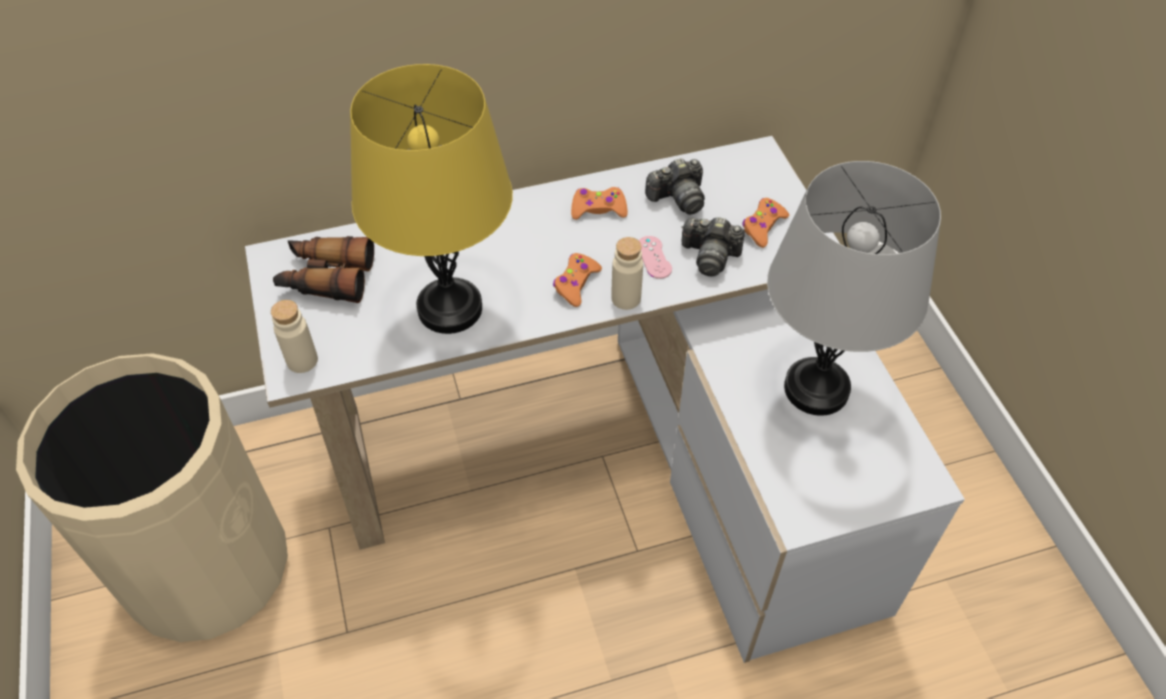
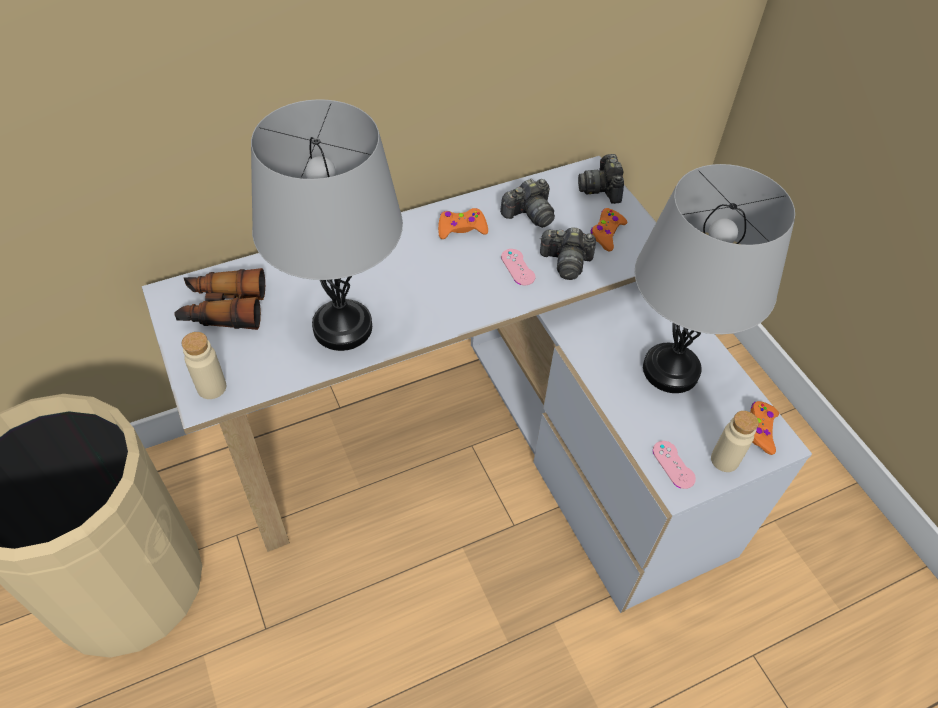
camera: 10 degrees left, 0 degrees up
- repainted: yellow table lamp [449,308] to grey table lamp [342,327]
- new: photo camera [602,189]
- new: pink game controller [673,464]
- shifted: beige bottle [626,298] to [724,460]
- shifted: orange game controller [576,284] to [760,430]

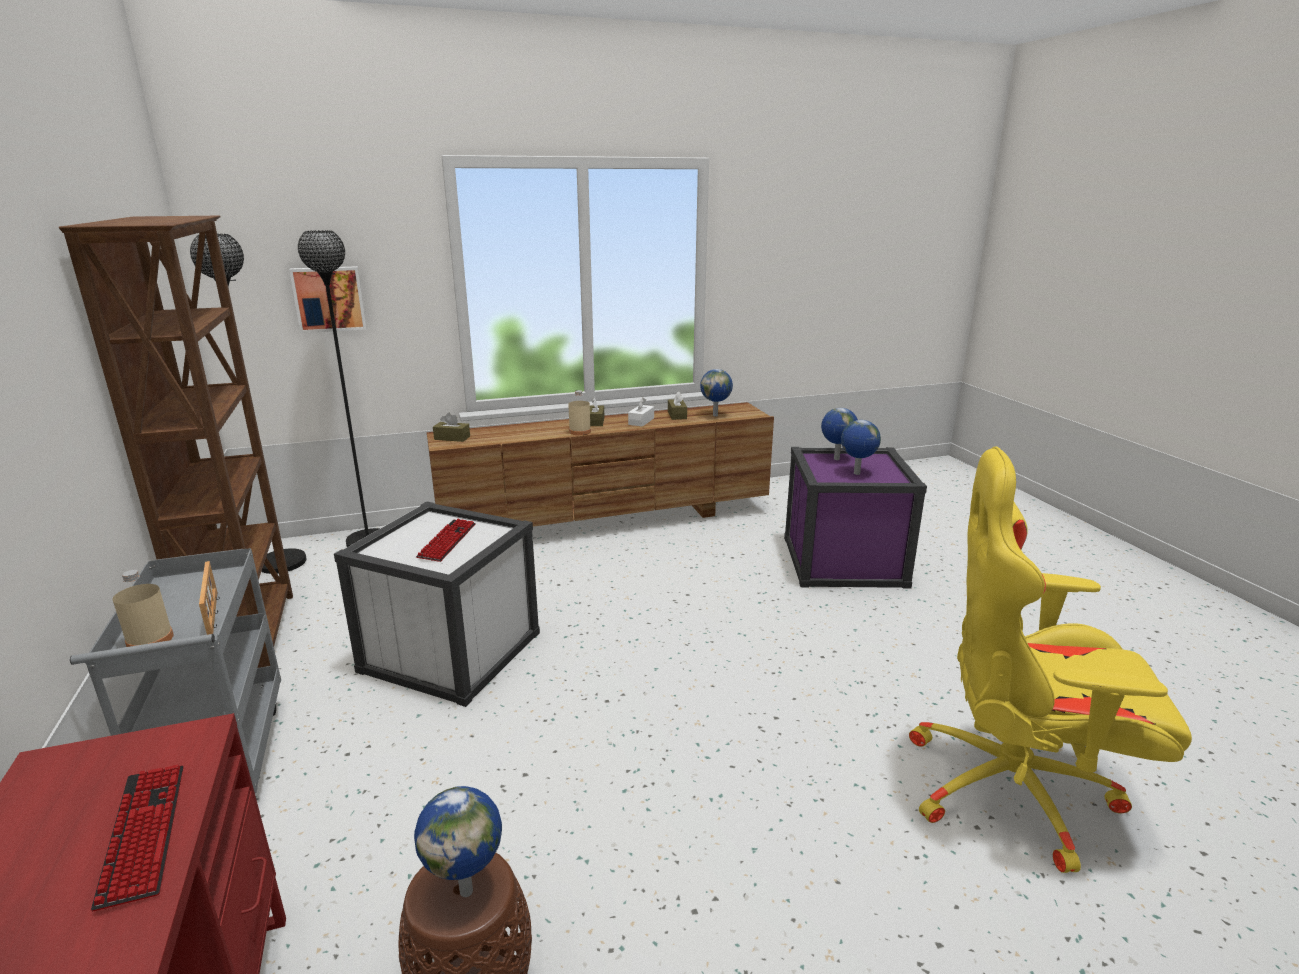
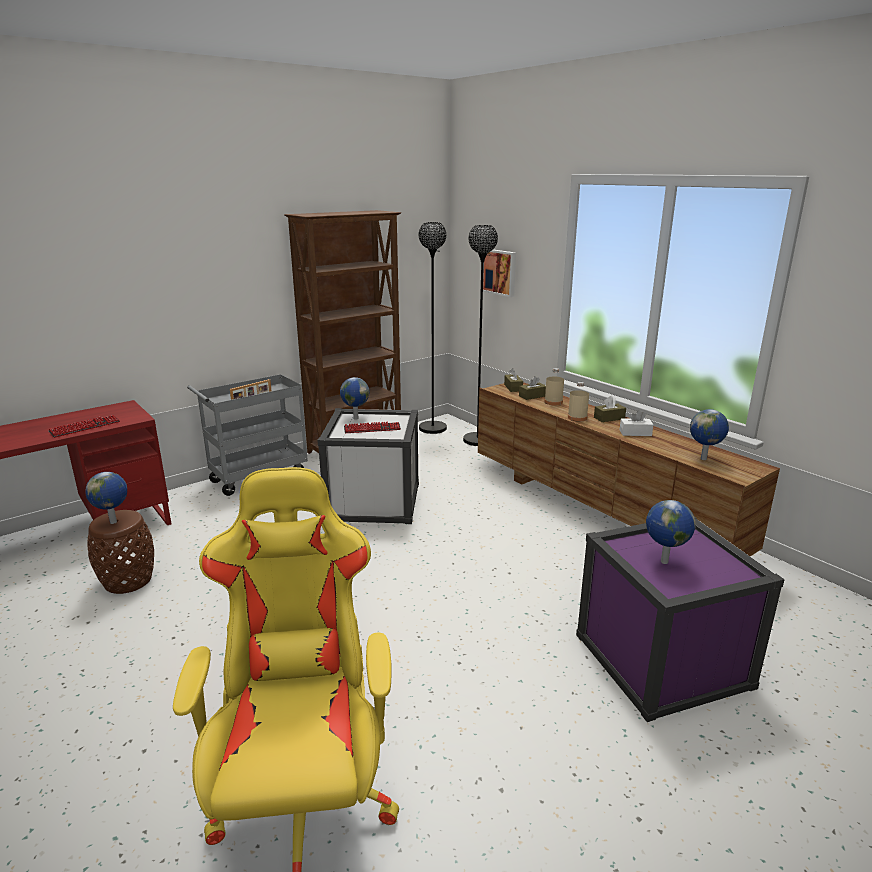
camera: 70 degrees right, 0 degrees up
- shifted: globe [836,459] to [355,418]
- shifted: brown tissue box [677,415] to [532,396]
- shifted: beige bottle [150,640] to [553,402]

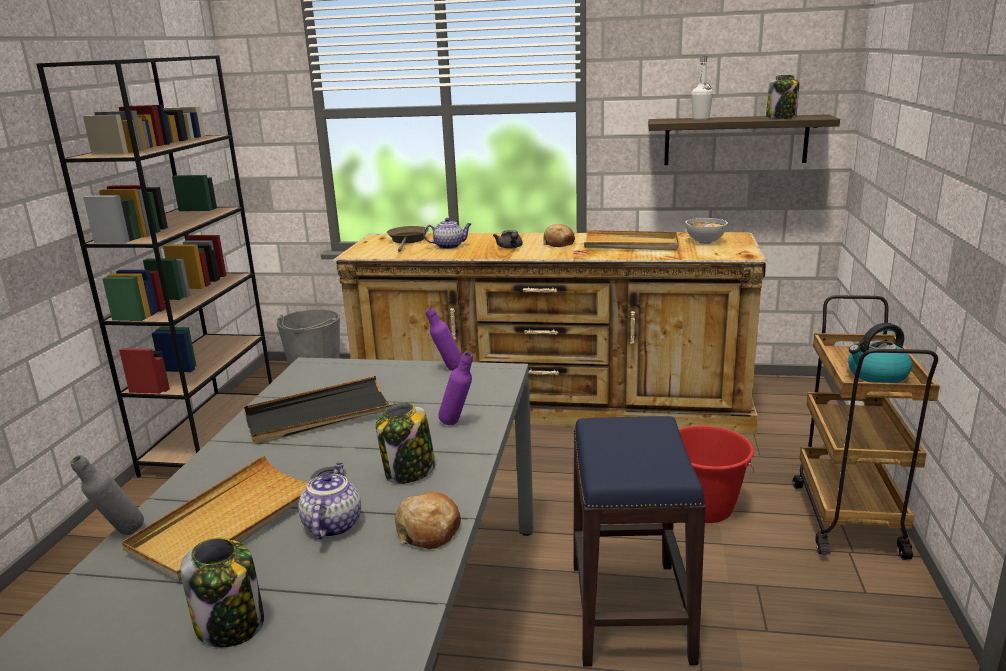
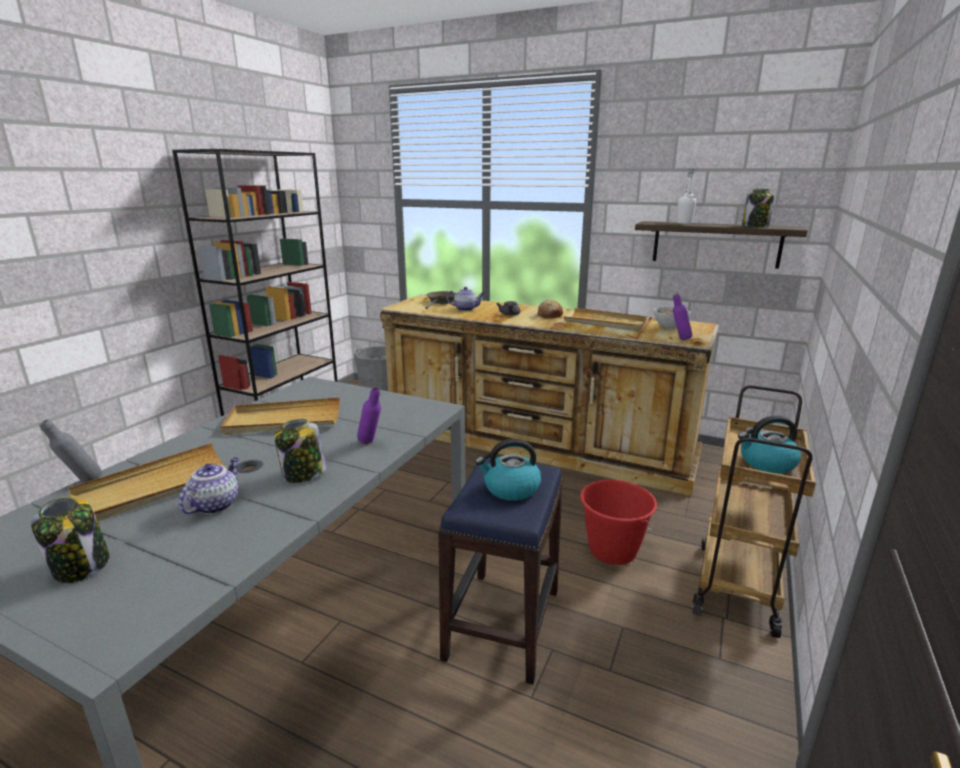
camera: 15 degrees right, 0 degrees up
- repainted: black tray [319,415] to beige tray [283,420]
- new: kettle [510,489]
- shifted: purple bottle [447,370] to [679,339]
- gone: bread [429,530]

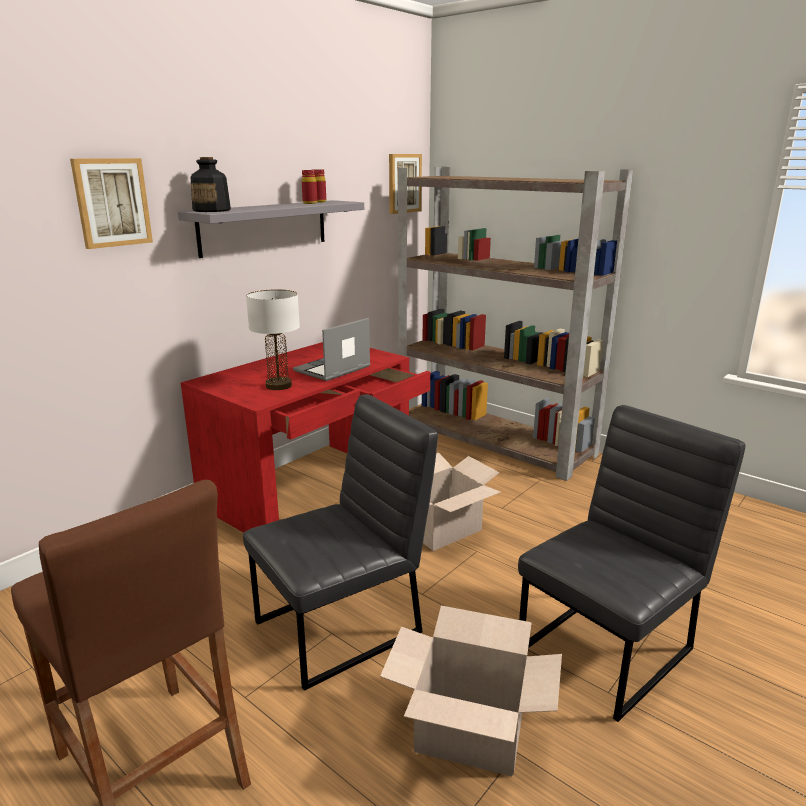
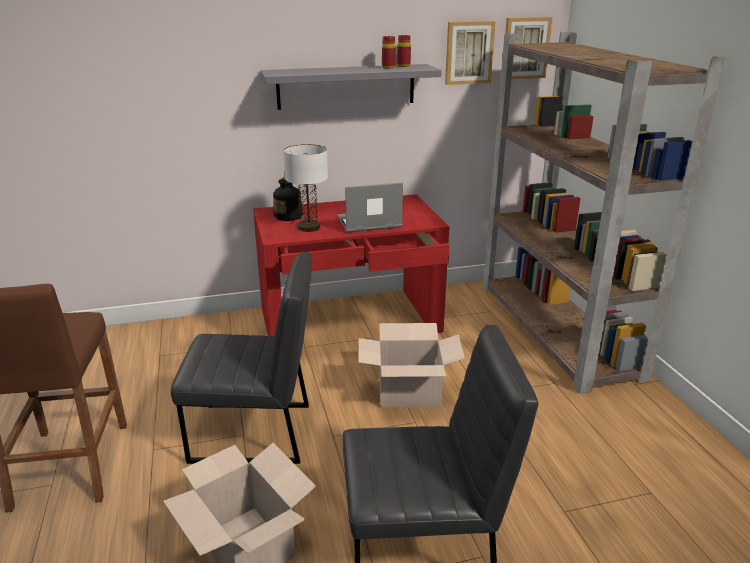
camera: 35 degrees right, 5 degrees up
- shifted: bottle [212,210] to [288,216]
- shifted: picture [112,202] to [469,53]

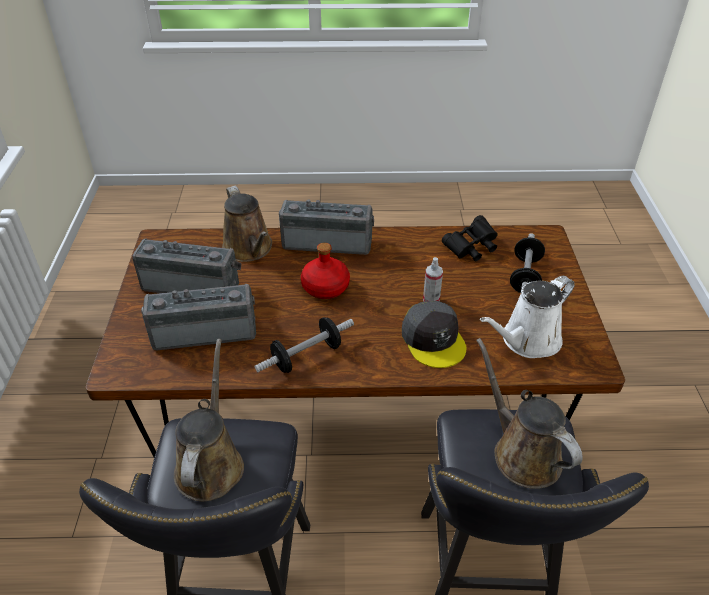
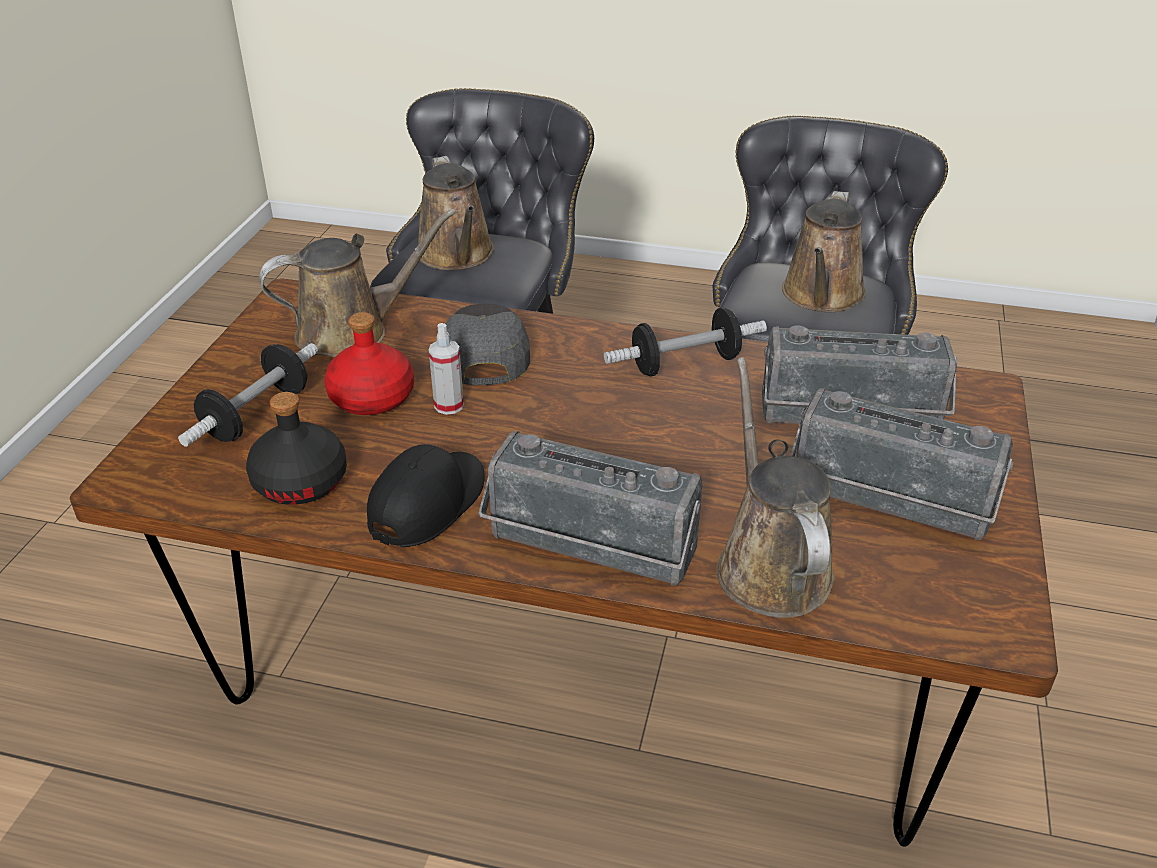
camera: 165 degrees left, 5 degrees down
- swapped: black binoculars [471,248] to black bottle [301,482]
- repainted: white watering can [527,341] to brown watering can [351,332]
- shifted: red bottle [325,287] to [373,398]
- new: black cap [427,503]

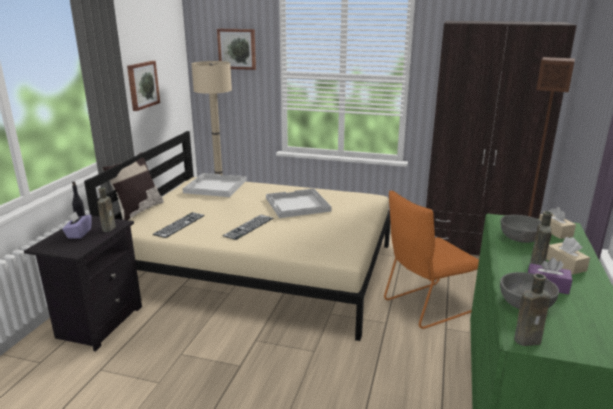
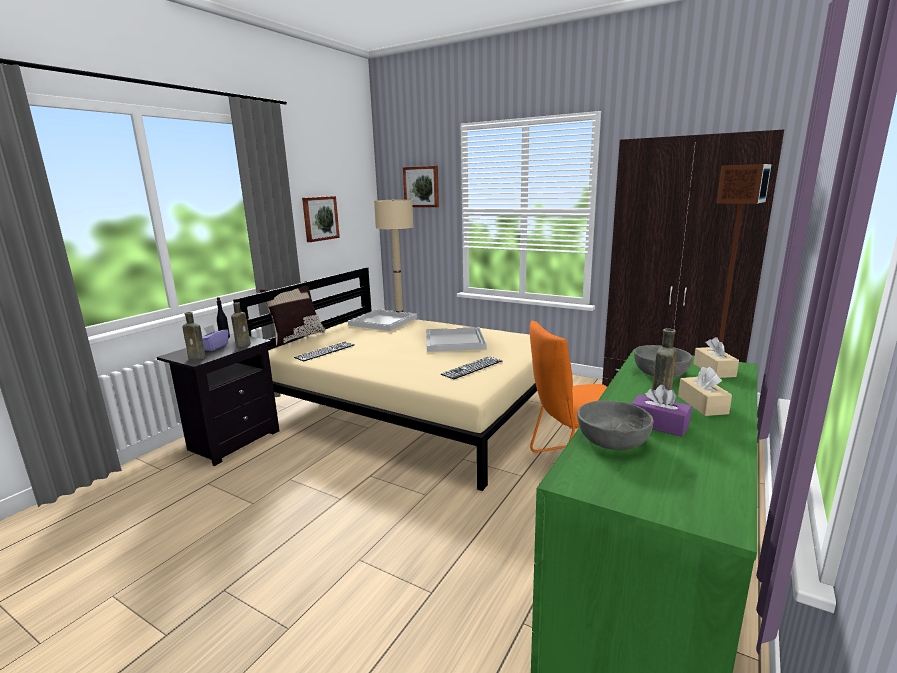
camera: 15 degrees right, 5 degrees down
- shifted: brown bottle [529,340] to [198,357]
- shifted: keyboard [249,227] to [472,367]

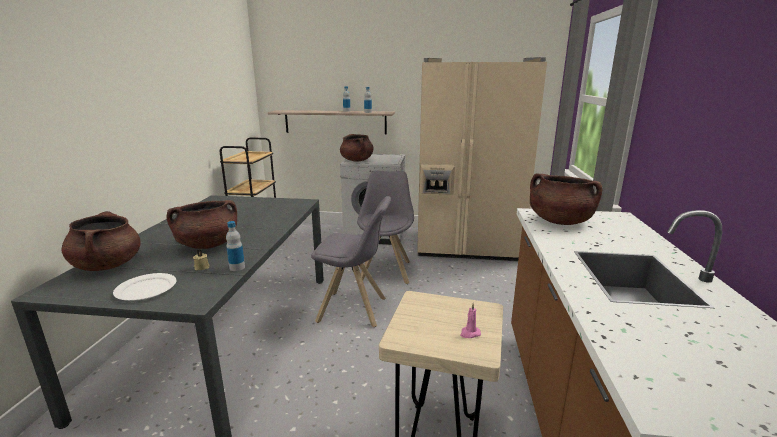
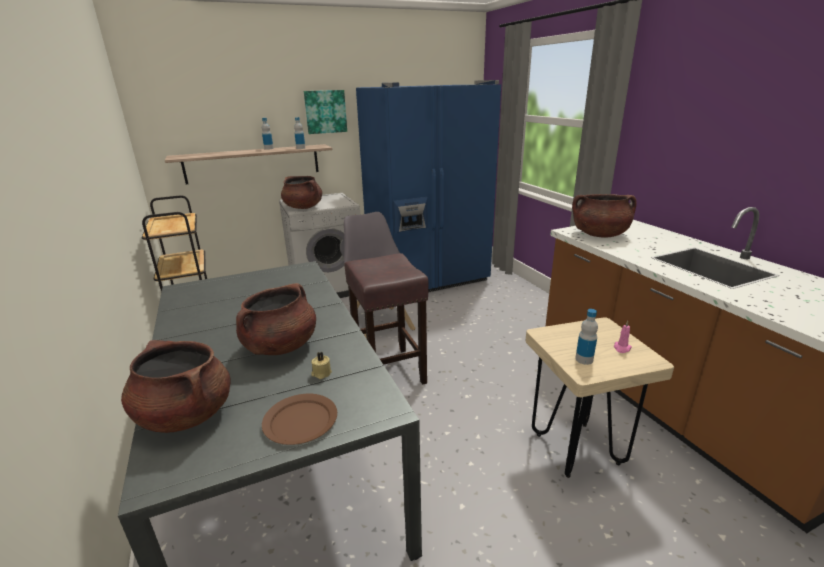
camera: 30 degrees left, 5 degrees up
- repainted: white plate [146,289] to brown plate [301,421]
- new: picture [325,111]
- swapped: grey chair [353,309] to brown stool [390,372]
- repainted: beige fridge [467,245] to blue fridge [427,276]
- shifted: bottle [237,267] to [584,359]

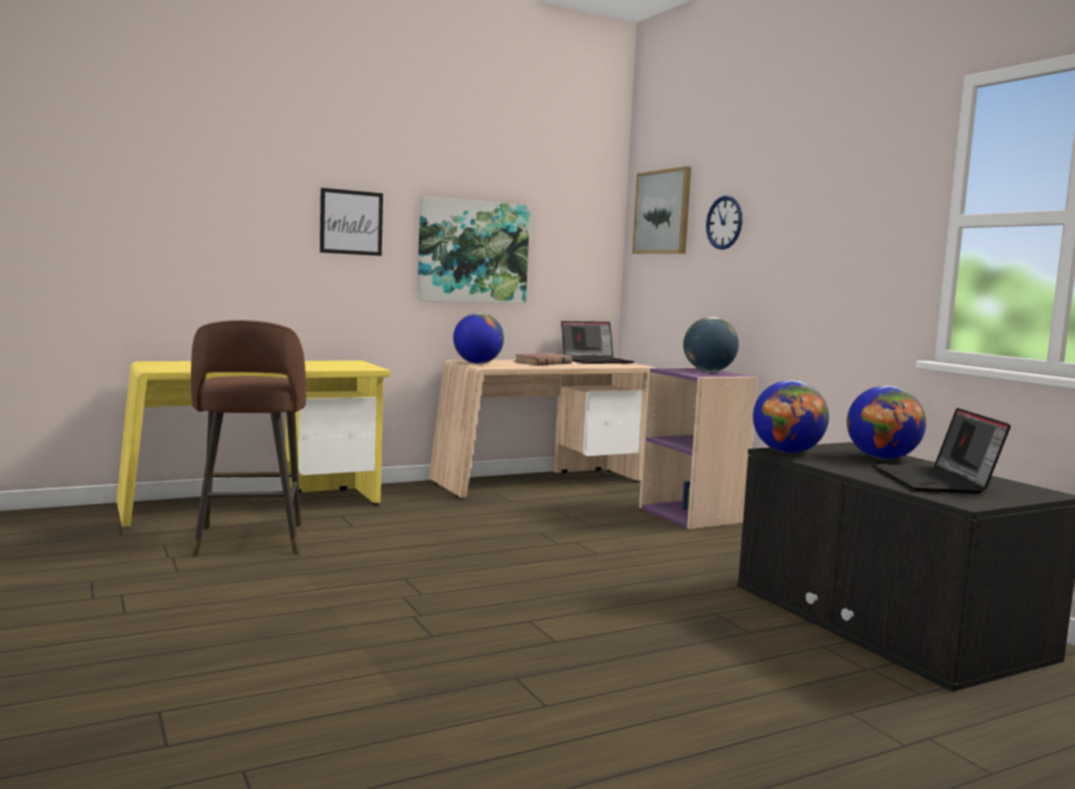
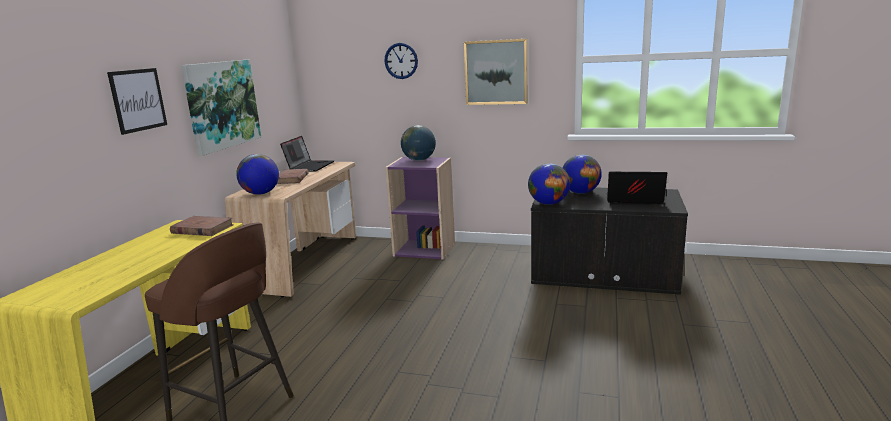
camera: 45 degrees left, 10 degrees up
- new: brown book [202,229]
- shifted: picture [663,212] to [496,72]
- rotated: laptop [935,481] = [633,200] 150 degrees clockwise

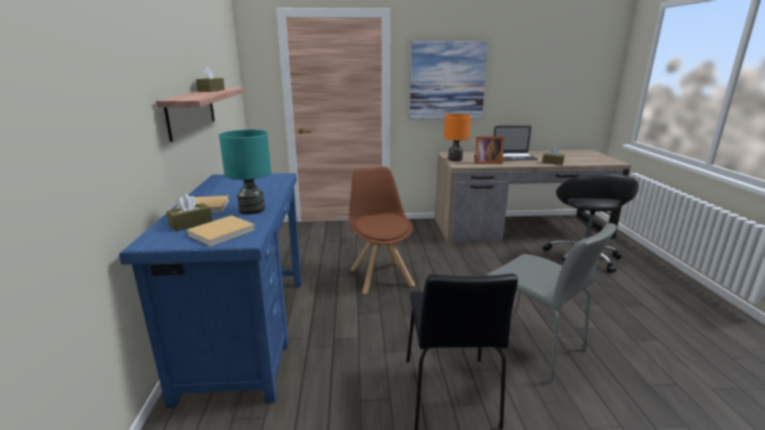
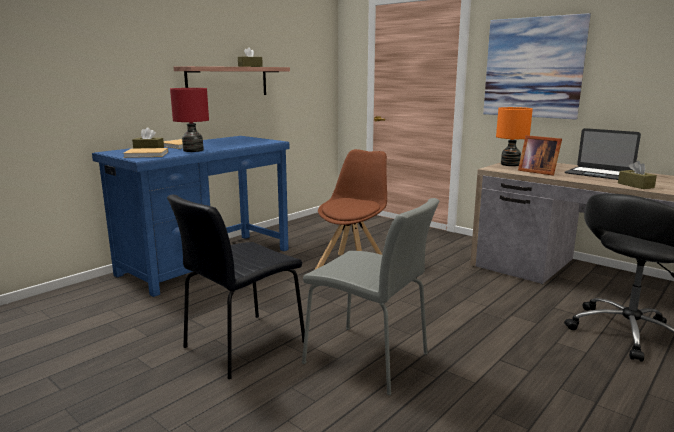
camera: 45 degrees right, 5 degrees down
- repainted: turquoise table lamp [252,210] to red table lamp [193,150]
- rotated: grey chair [534,347] = [370,359] 60 degrees counterclockwise

